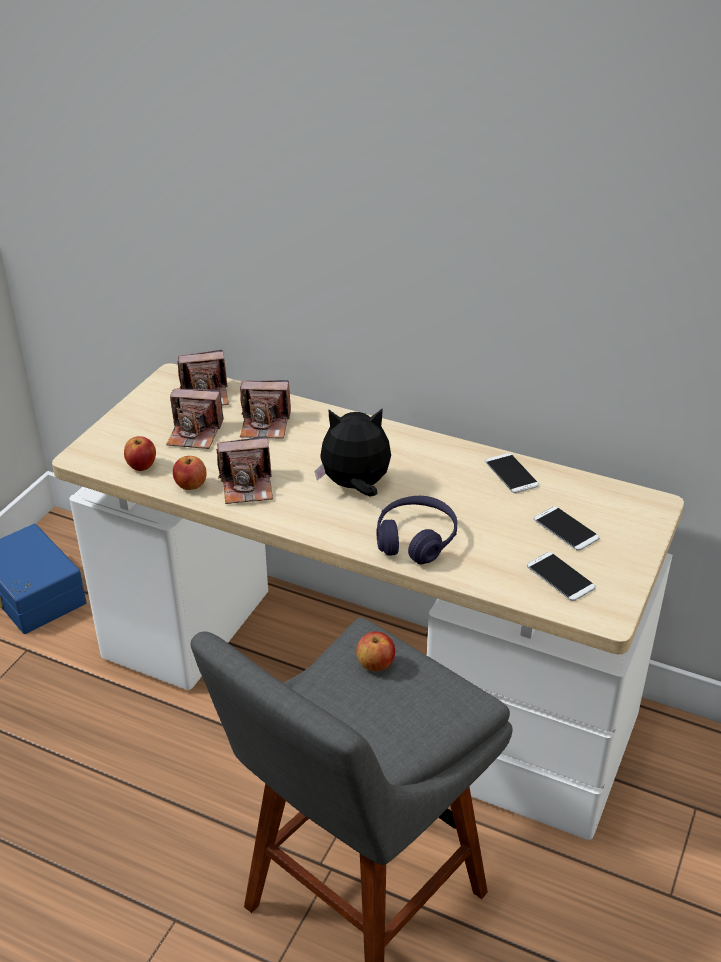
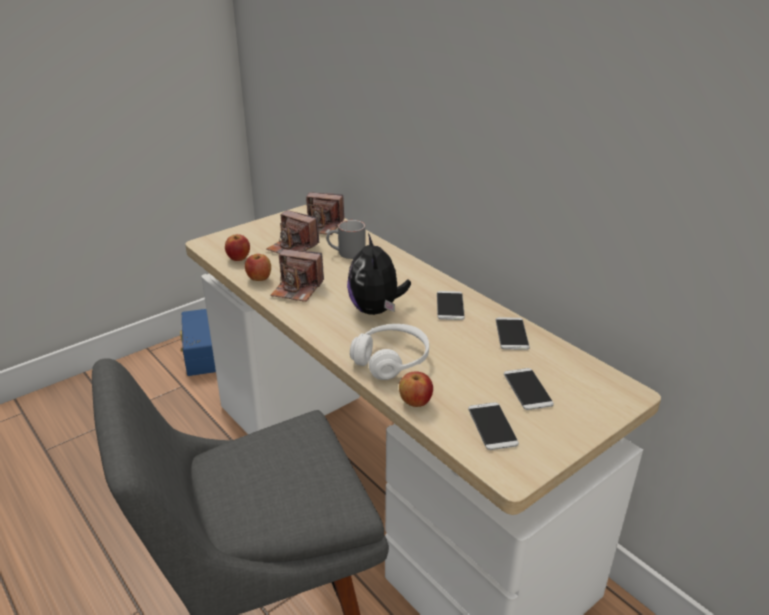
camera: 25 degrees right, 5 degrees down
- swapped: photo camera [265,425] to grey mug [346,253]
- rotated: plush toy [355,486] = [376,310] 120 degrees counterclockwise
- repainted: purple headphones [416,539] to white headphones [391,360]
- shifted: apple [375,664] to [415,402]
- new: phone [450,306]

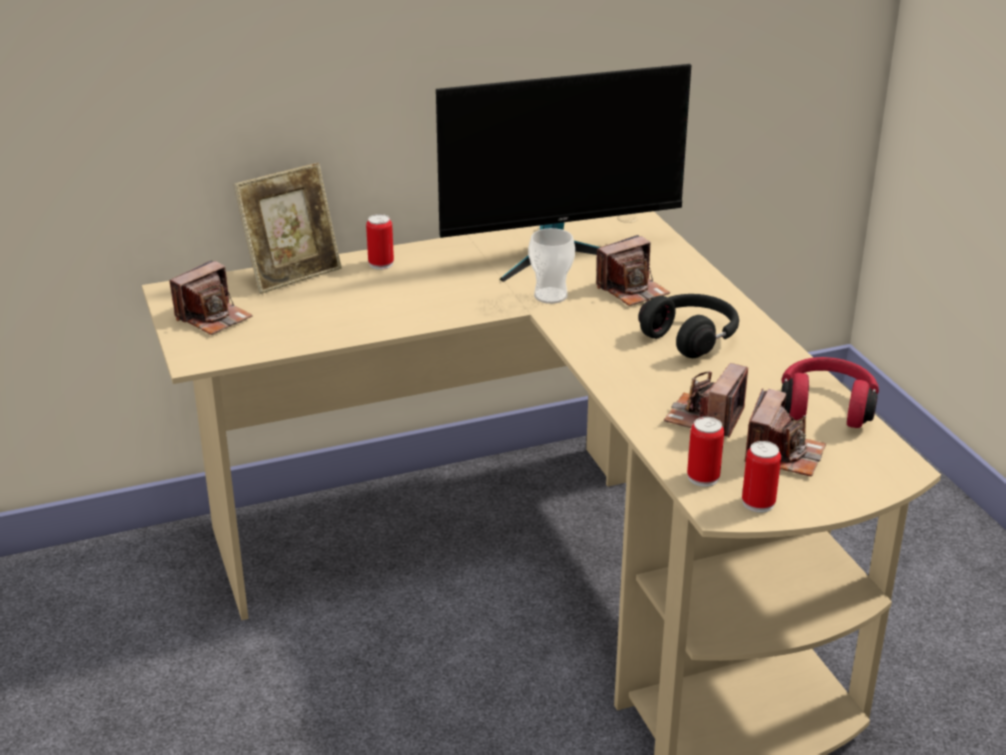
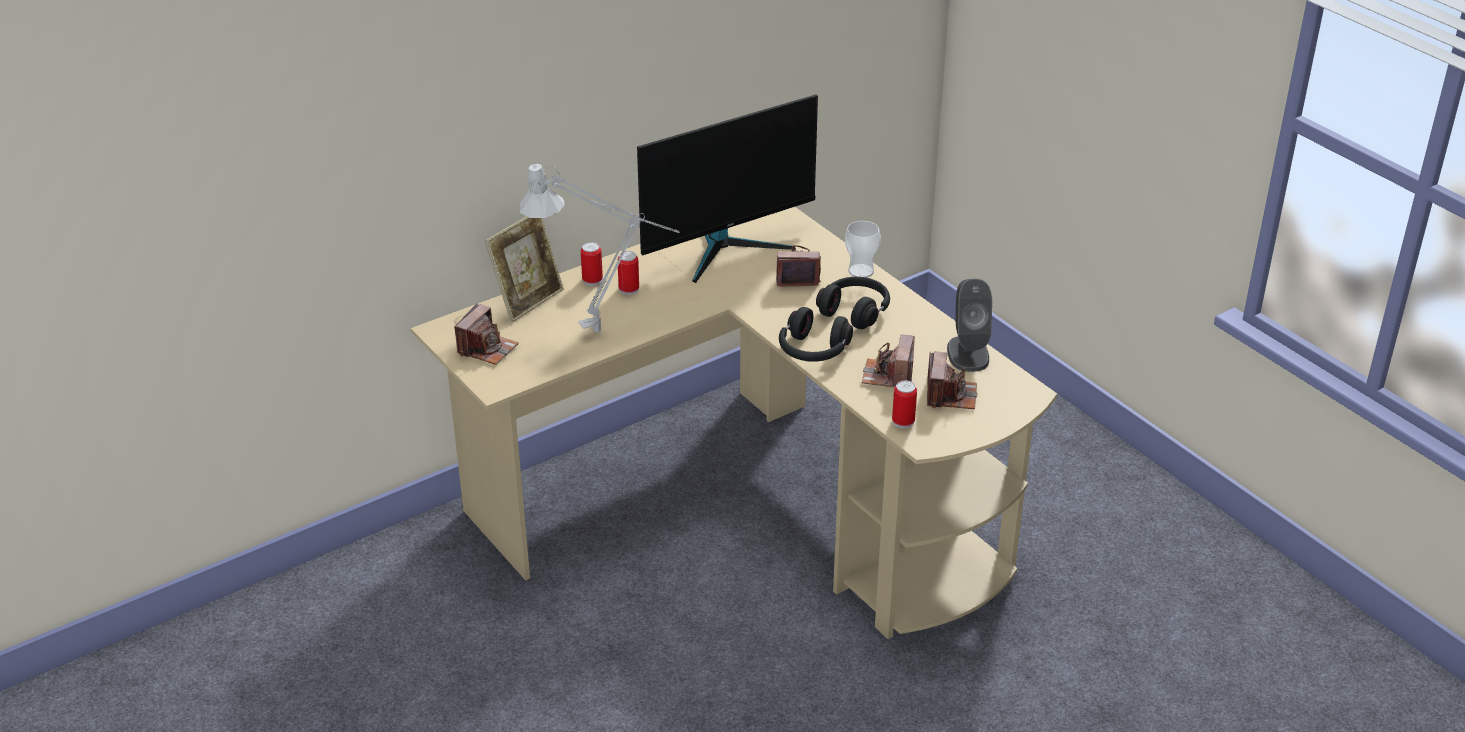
camera: 15 degrees left, 5 degrees up
- new: grey table lamp [607,330]
- shifted: can [758,503] to [629,289]
- rotated: photo camera [632,290] = [796,276] 135 degrees counterclockwise
- new: black headphones [812,351]
- shifted: cup [550,296] to [861,271]
- swapped: red headphones [826,406] to grey speaker [968,353]

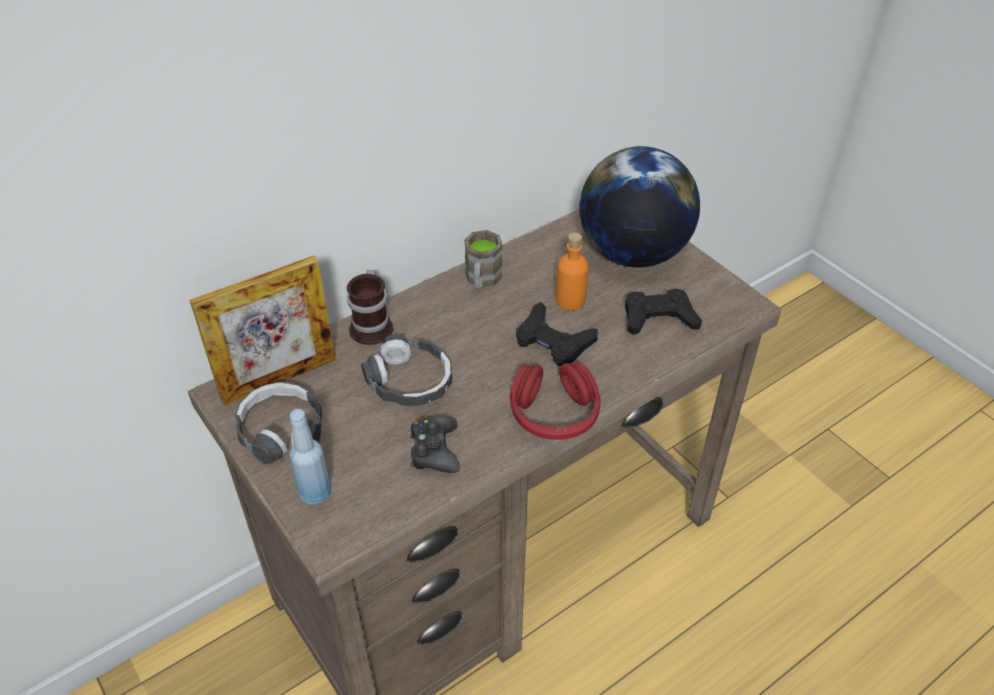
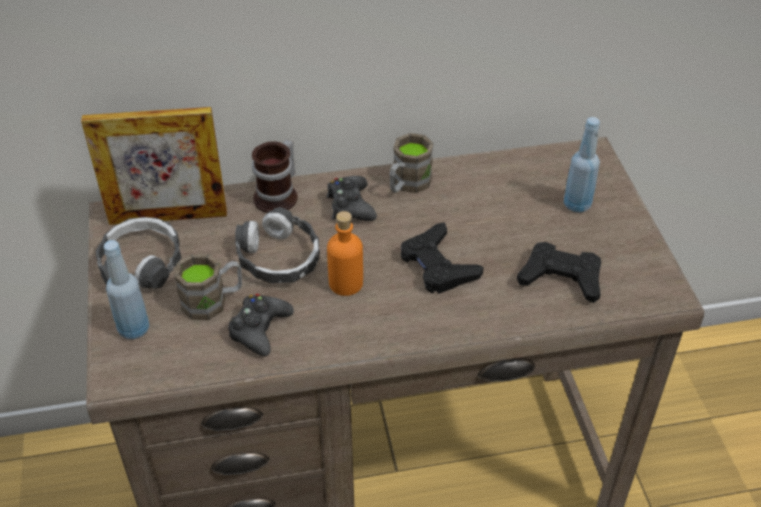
camera: 25 degrees right, 0 degrees up
- new: brown mug [213,301]
- new: black game controller [350,206]
- shifted: orange bottle [570,300] to [346,283]
- swapped: globe [632,253] to blue bottle [577,204]
- gone: red headphones [554,414]

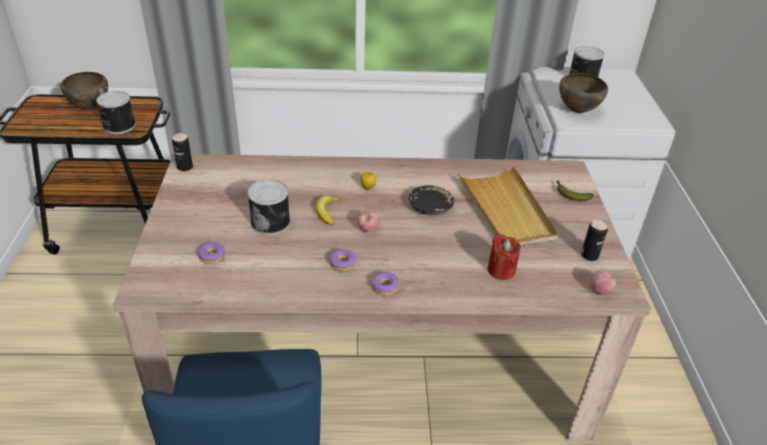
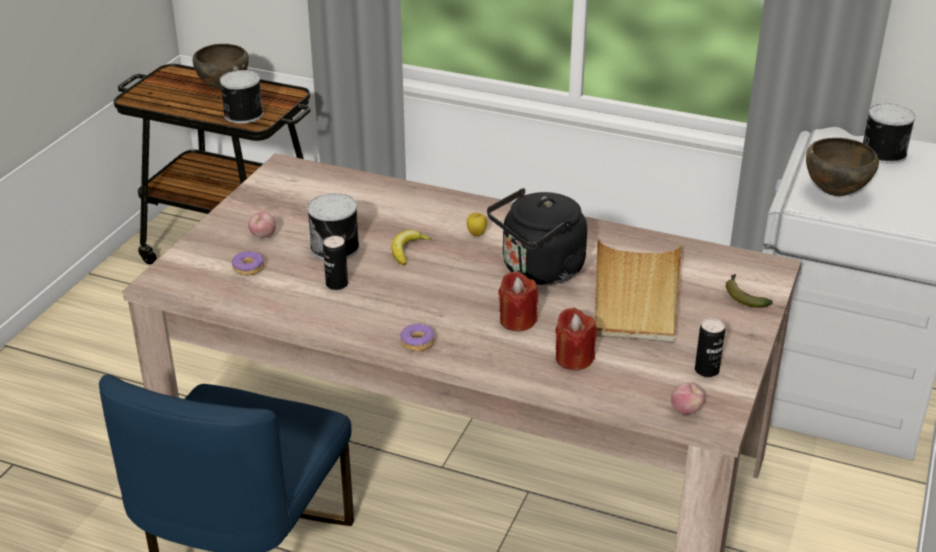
camera: 25 degrees right, 5 degrees down
- shifted: apple [368,230] to [263,236]
- shifted: can [185,167] to [337,284]
- swapped: black plate [430,207] to black kettle [539,271]
- new: red candle [517,320]
- gone: donut [342,264]

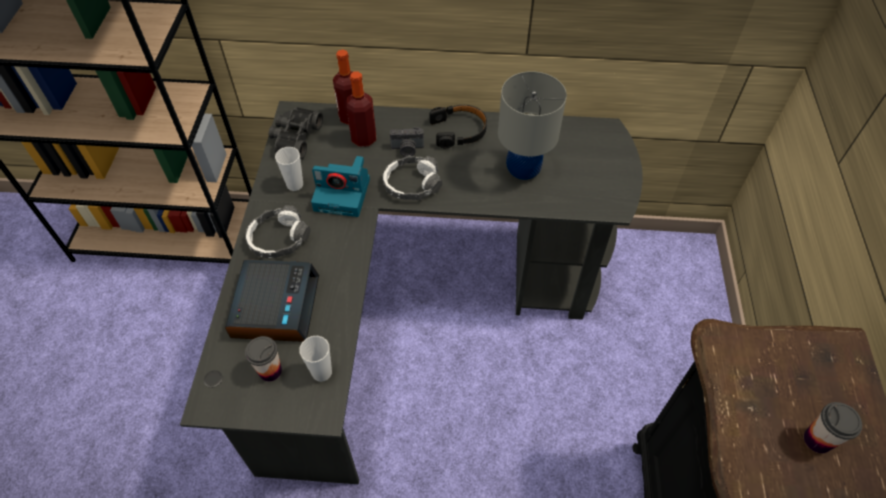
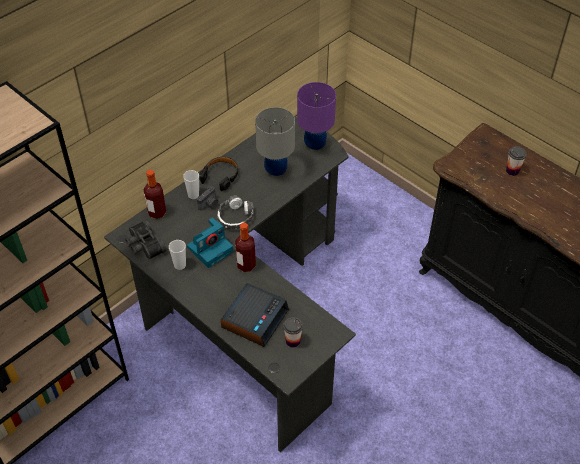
camera: 50 degrees left, 5 degrees down
- shifted: cup [322,372] to [193,195]
- rotated: alarm clock [275,306] = [254,318] 75 degrees clockwise
- shifted: bottle [364,138] to [246,265]
- new: purple table lamp [315,145]
- gone: headphones [278,239]

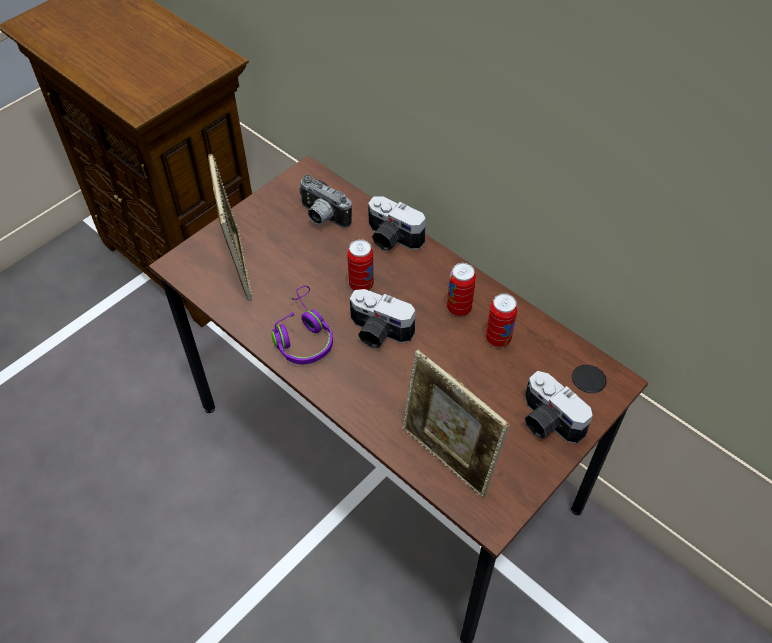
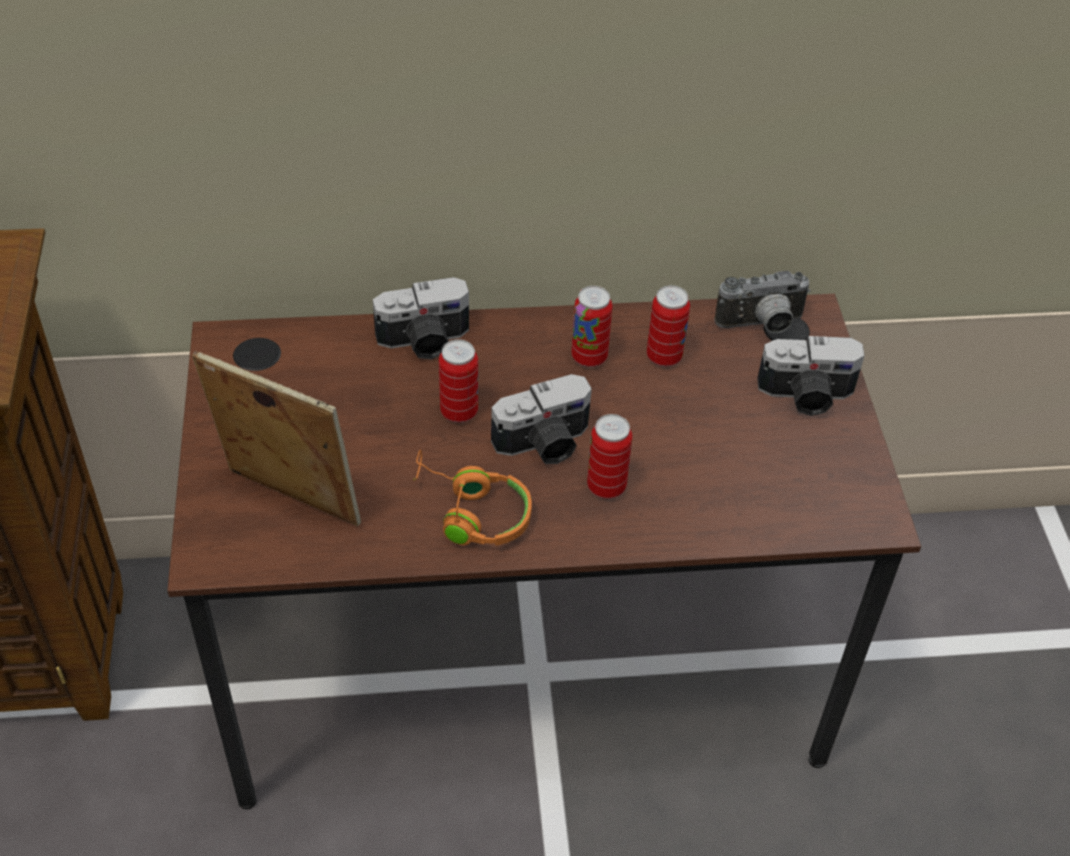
camera: 50 degrees left, 5 degrees down
- repainted: purple headphones [302,335] to orange headphones [470,512]
- new: can [606,487]
- shifted: photo camera [322,217] to [762,325]
- gone: picture frame [447,459]

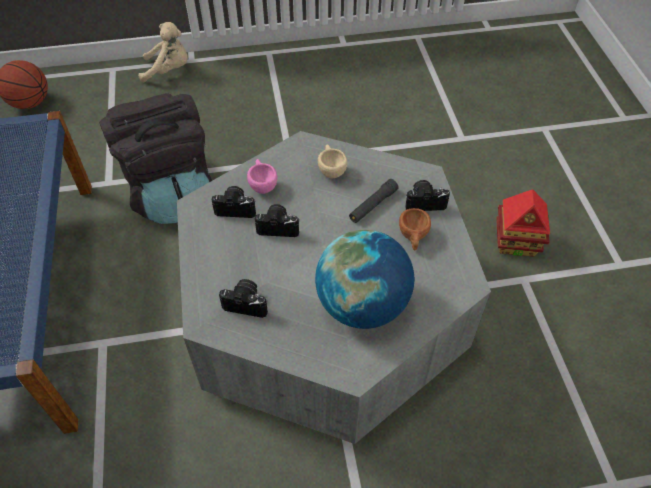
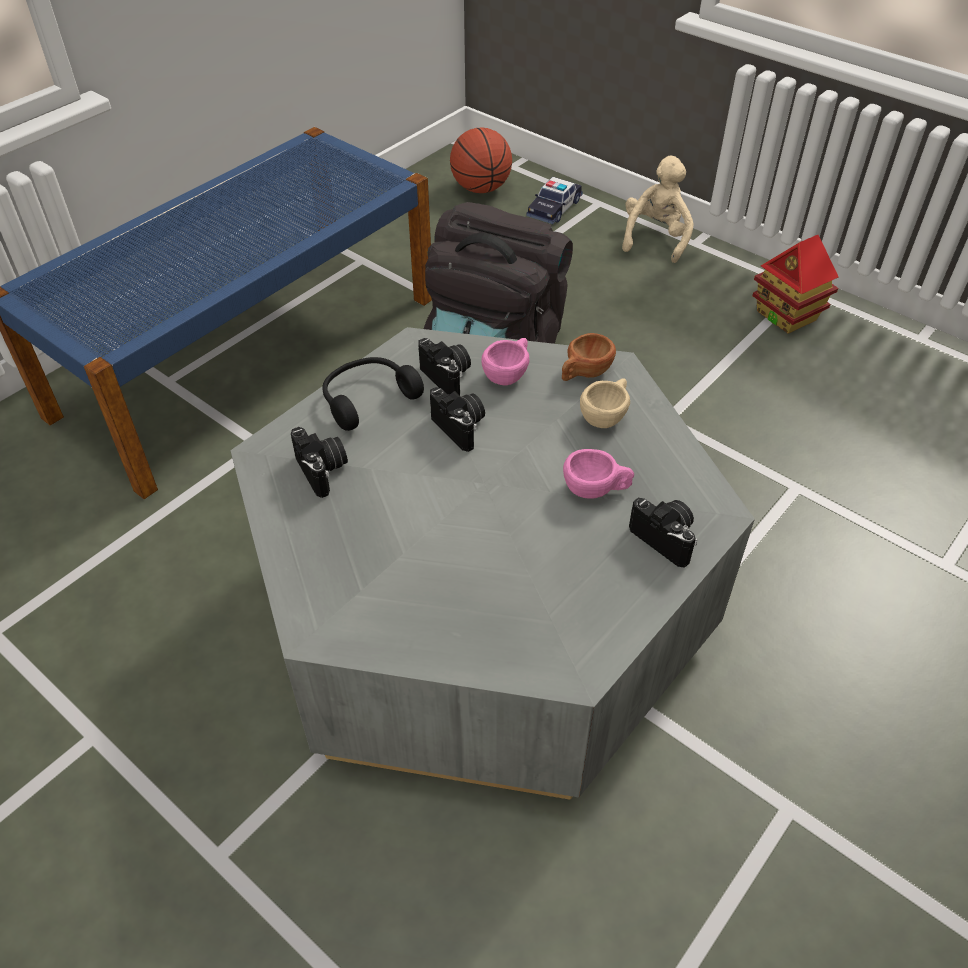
camera: 50 degrees right, 5 degrees down
- new: black headphones [367,398]
- new: toy car [554,208]
- shifted: brown cup [413,237] to [584,374]
- swapped: black flashlight [373,205] to pink cup [596,490]
- rotated: beige plush toy [169,70] = [655,238] 120 degrees counterclockwise
- shifted: toy house [516,243] to [786,315]
- gone: globe [362,305]

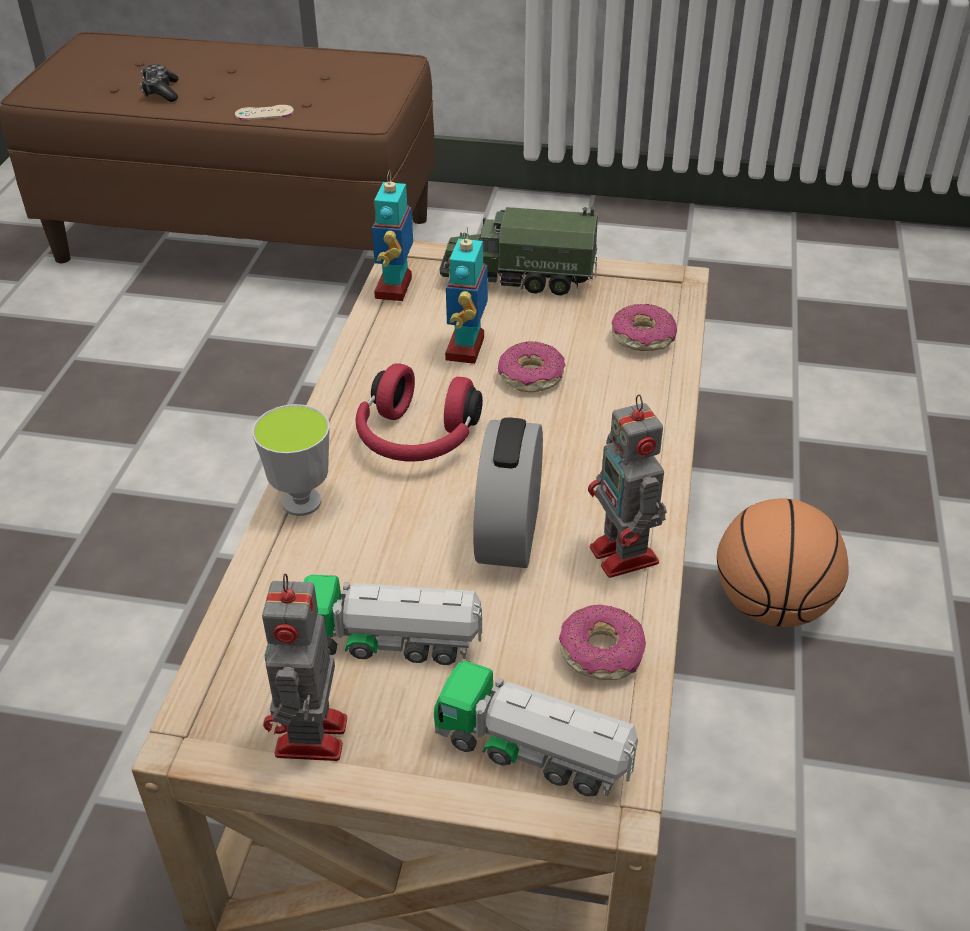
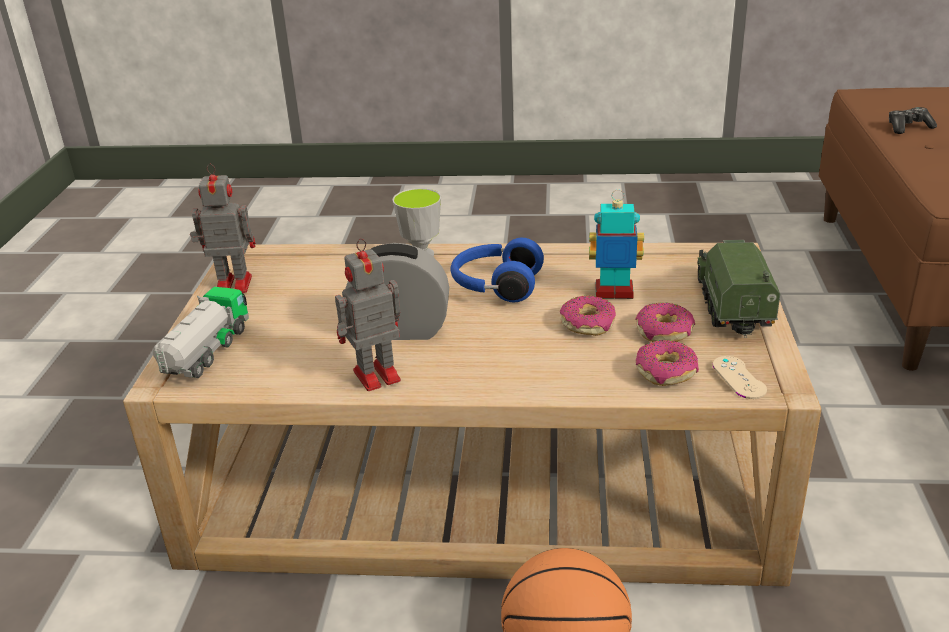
camera: 85 degrees right, 10 degrees down
- repainted: red headphones [416,439] to blue headphones [495,286]
- shifted: donut [601,652] to [664,331]
- shifted: beige game controller [264,113] to [739,377]
- gone: toy truck [390,641]
- gone: toy robot [395,288]

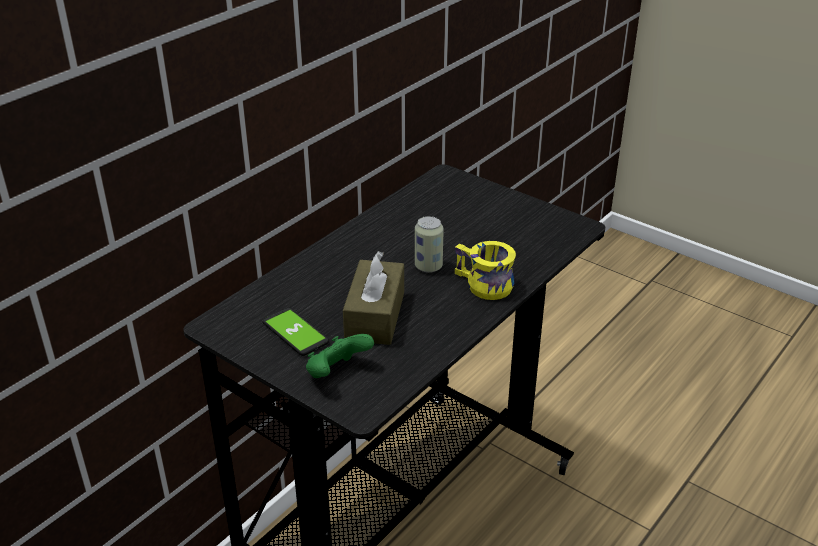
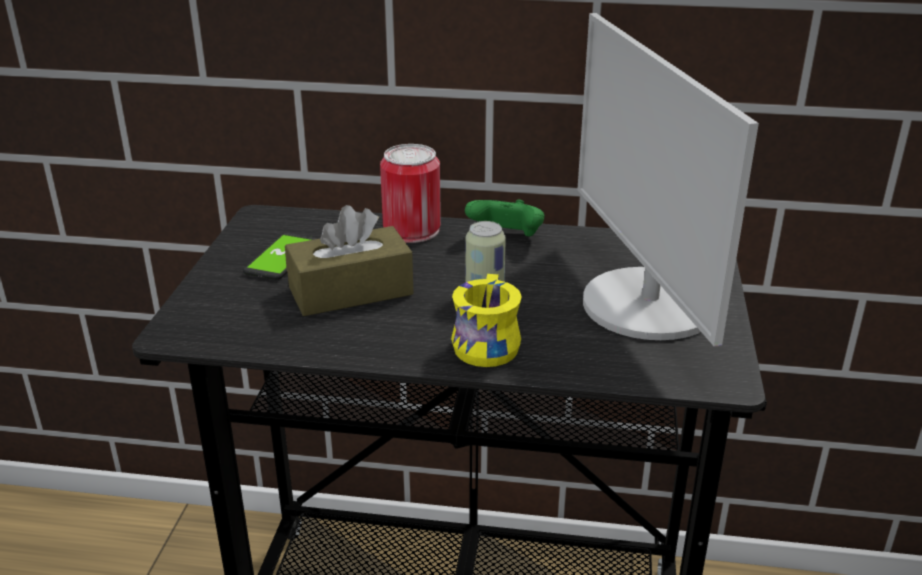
camera: 60 degrees right, 5 degrees down
- new: can [412,230]
- shifted: green game controller [337,373] to [506,238]
- new: monitor [647,305]

